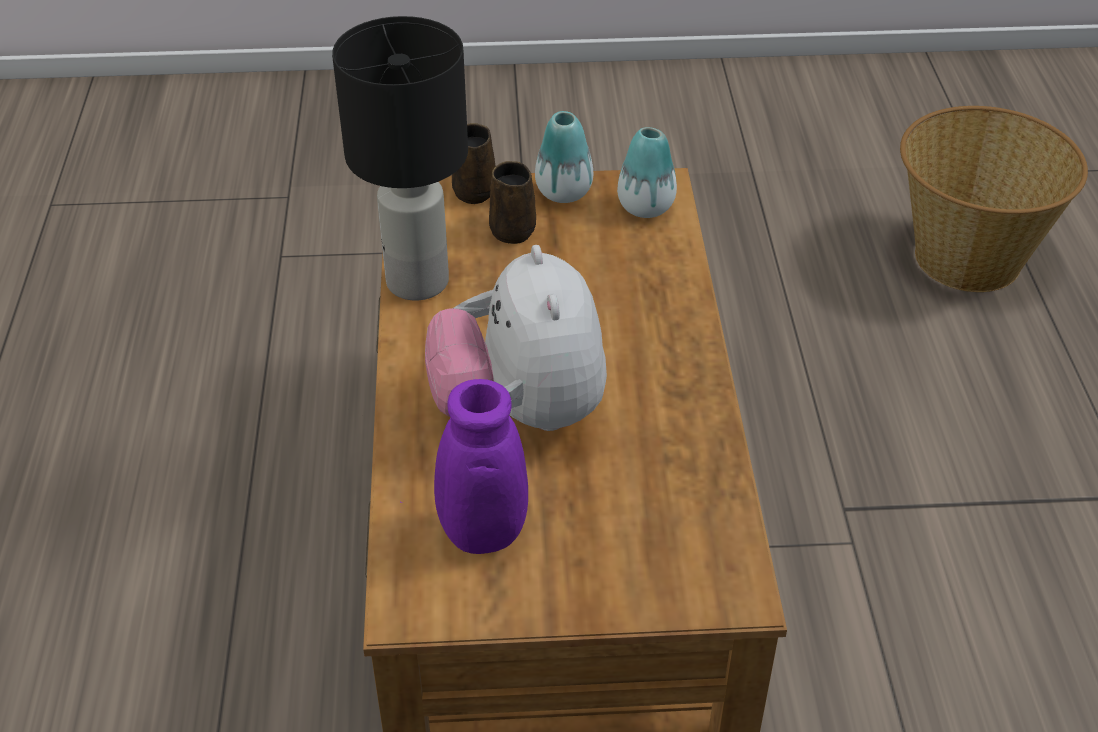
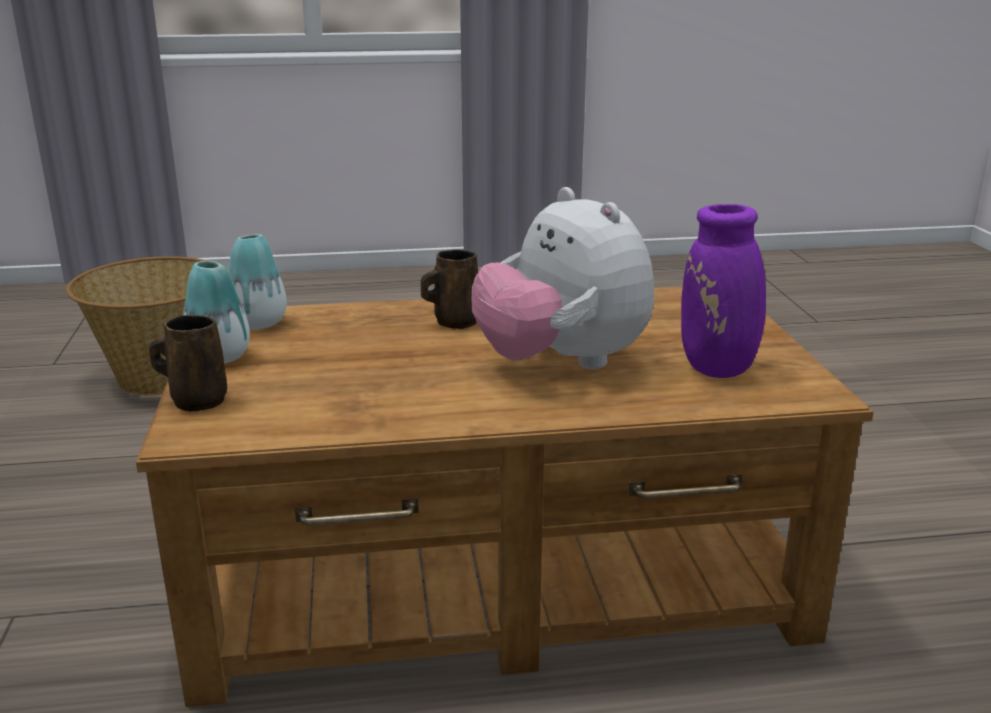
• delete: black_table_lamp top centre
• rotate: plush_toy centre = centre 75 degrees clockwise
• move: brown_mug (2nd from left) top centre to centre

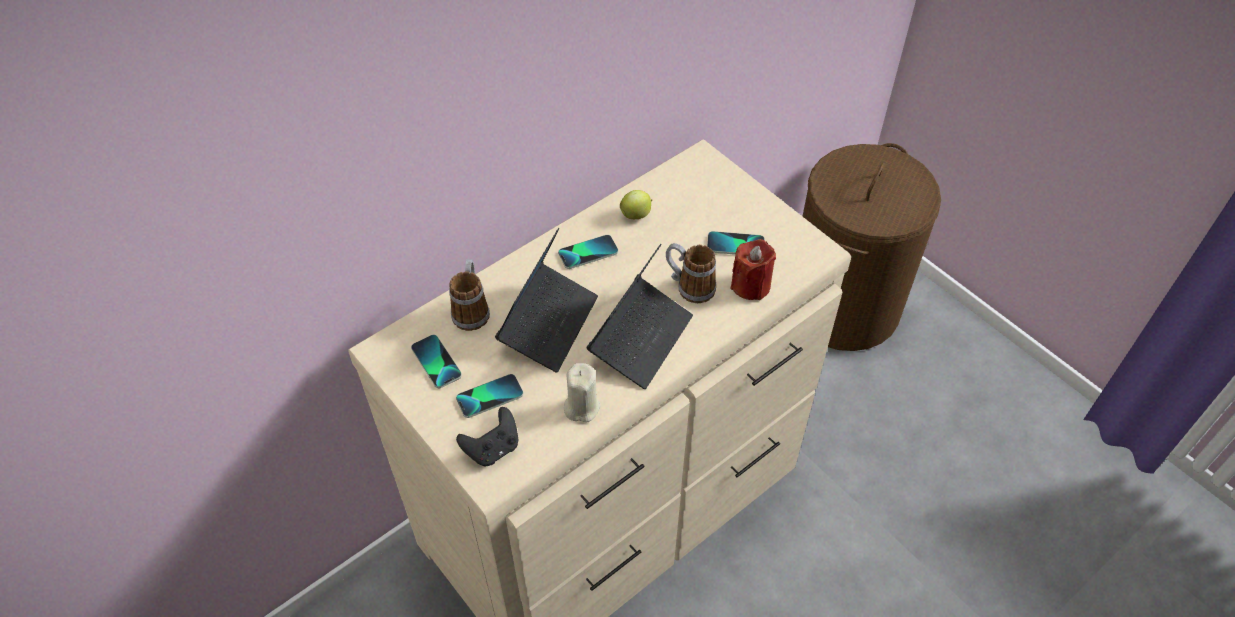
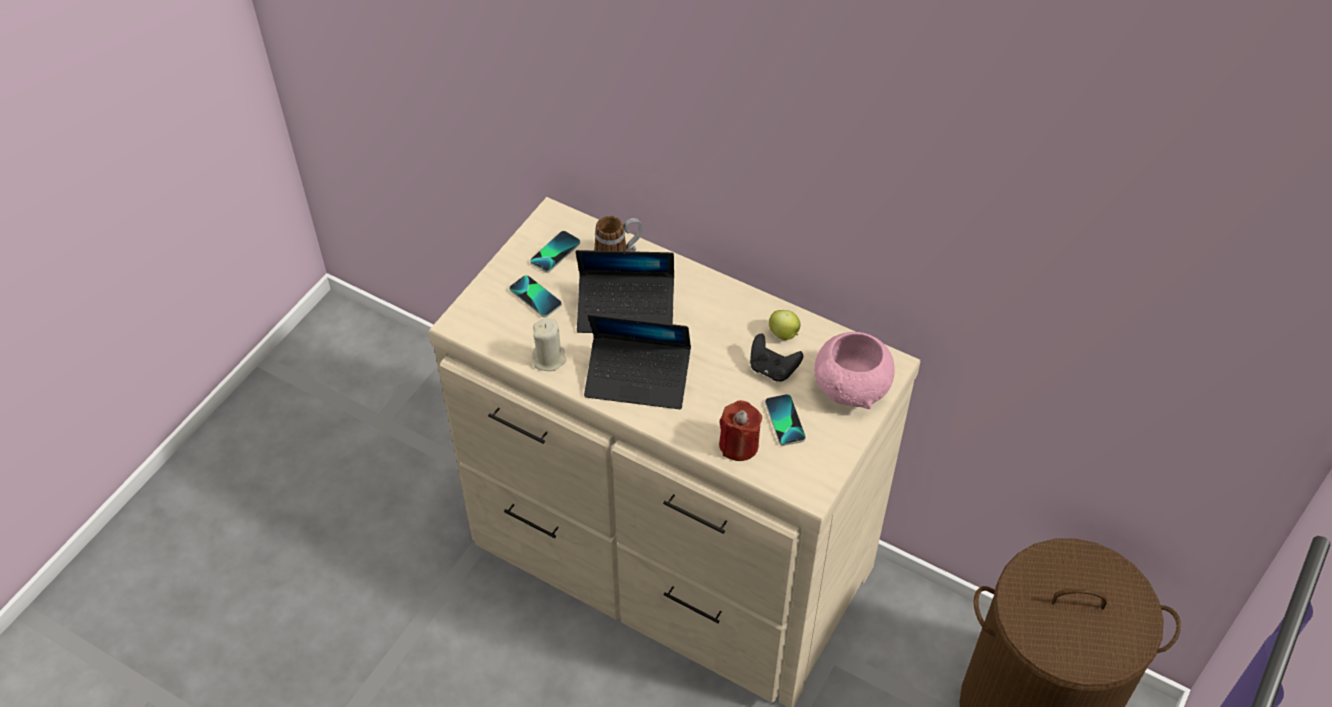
• move: black_game_controller bottom centre to centre
• delete: phone (3rd from left) centre
• delete: mug (2nd from left) centre
• insert: pink_bowl centre

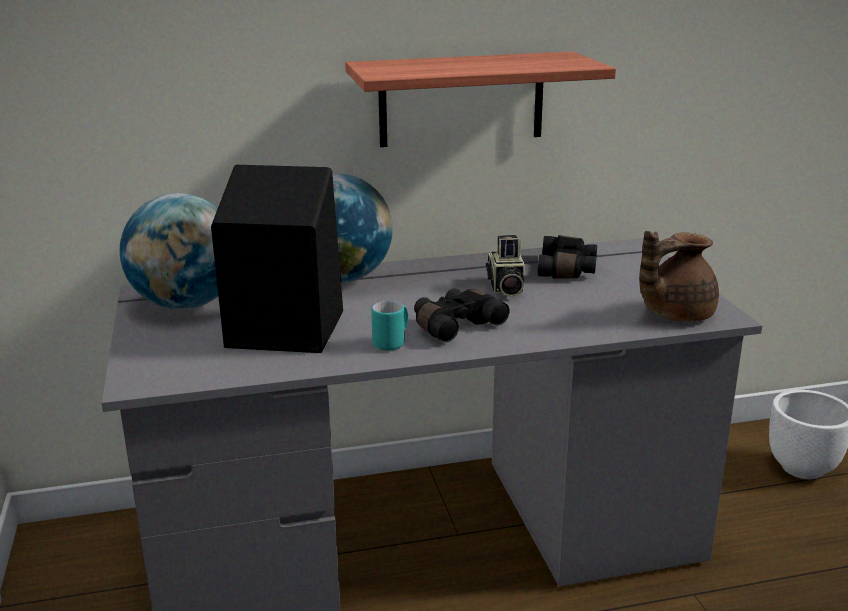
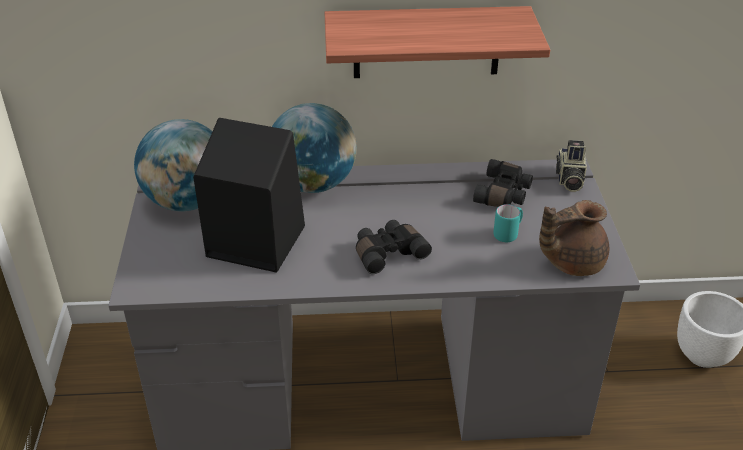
• move: turquoise_mug centre to middle right
• move: photo_camera centre to middle right

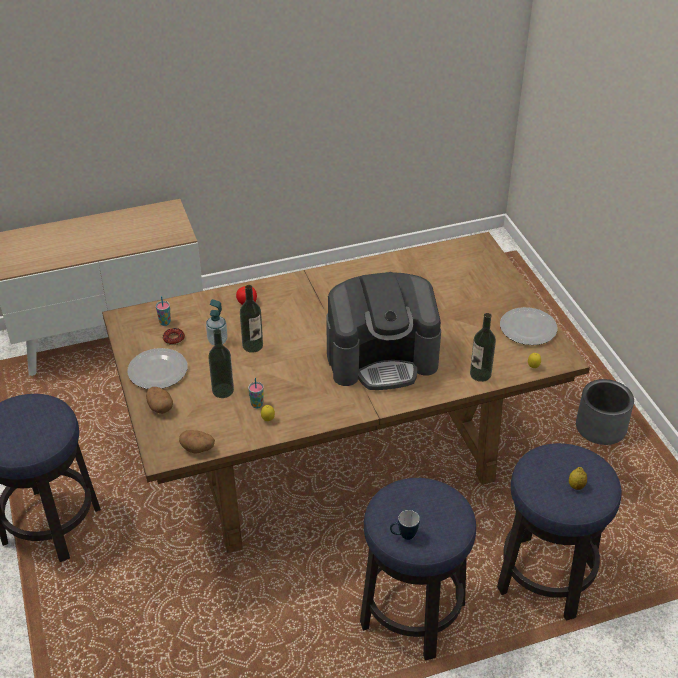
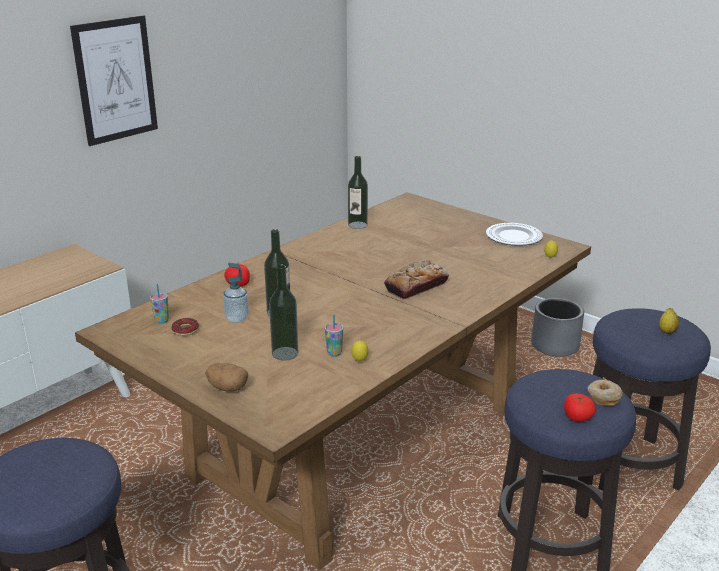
• delete: plate (1st from left) middle left
• delete: potato (2nd from left) middle left
• replace: coffee_machine centre to bread centre
• replace: mug bottom centre to tomato (2nd from left) bottom right
• move: bottle (3rd from left) middle right to centre
• insert: picture top left
• insert: donut (2nd from left) bottom right

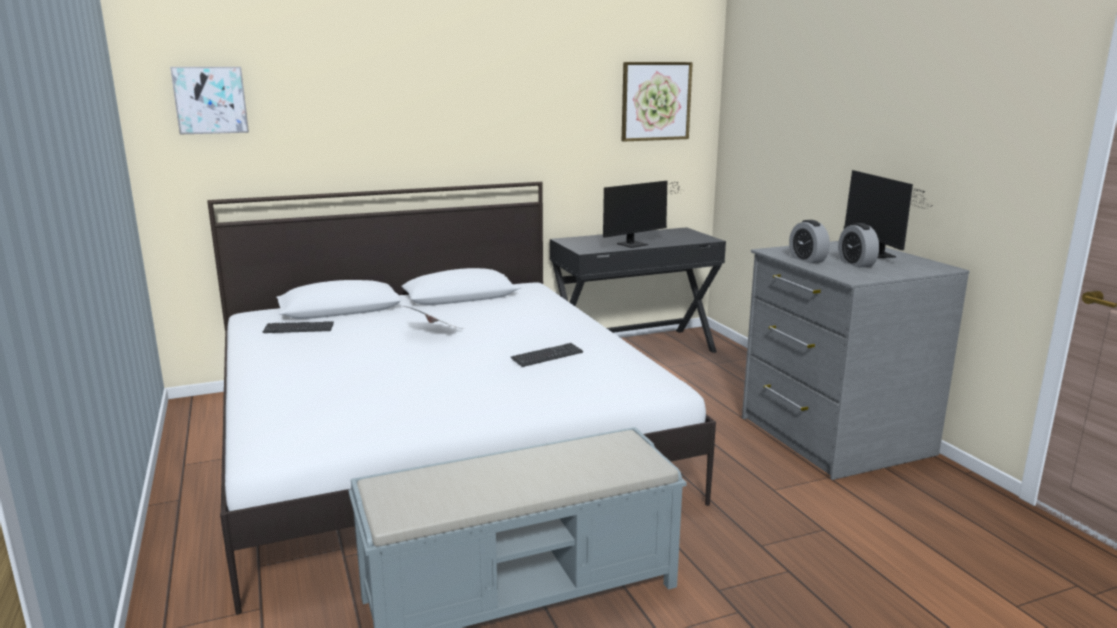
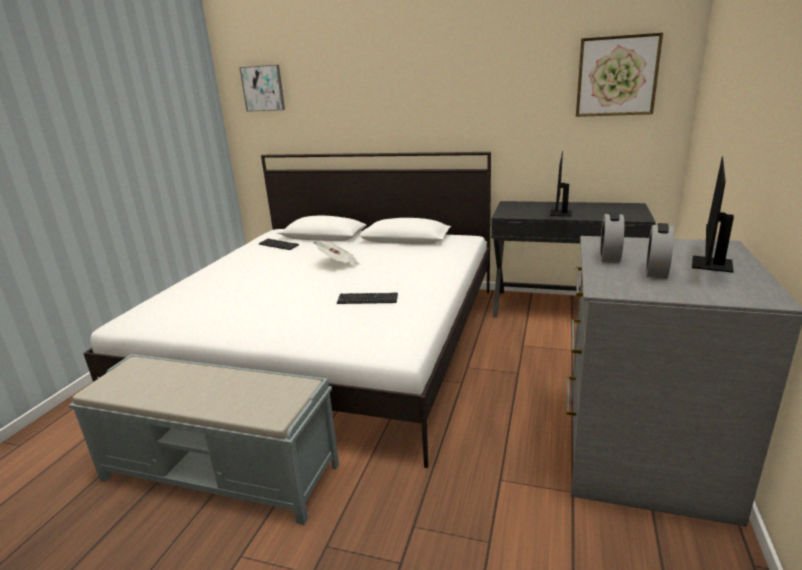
• rotate: monitor (1st from left) centre = top right 105 degrees clockwise

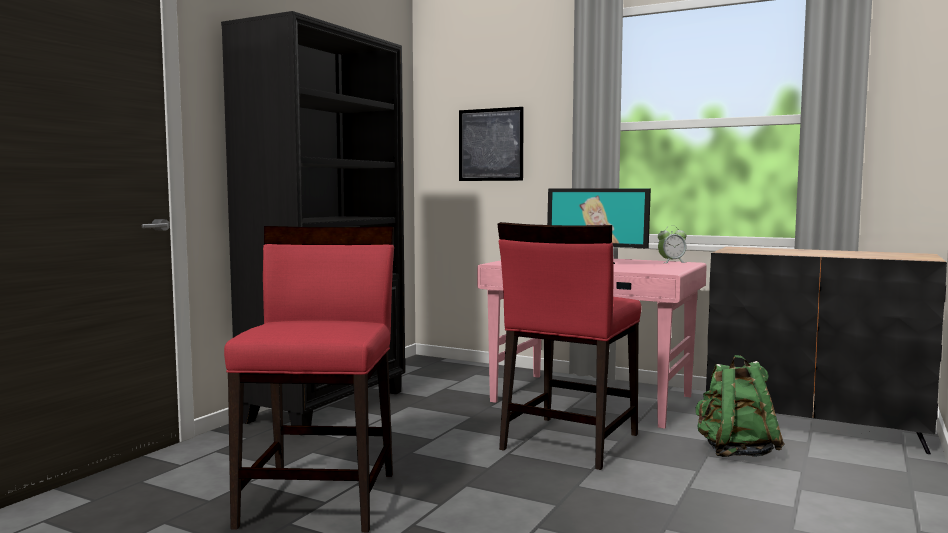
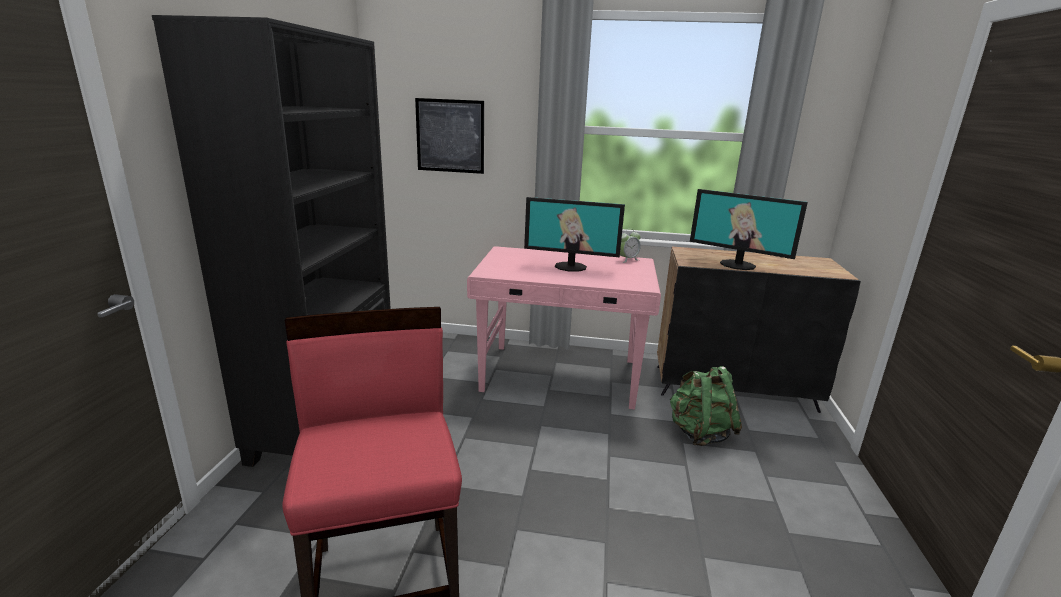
• delete: red_chair (2nd from left) centre
• insert: monitor (2nd from left) middle right

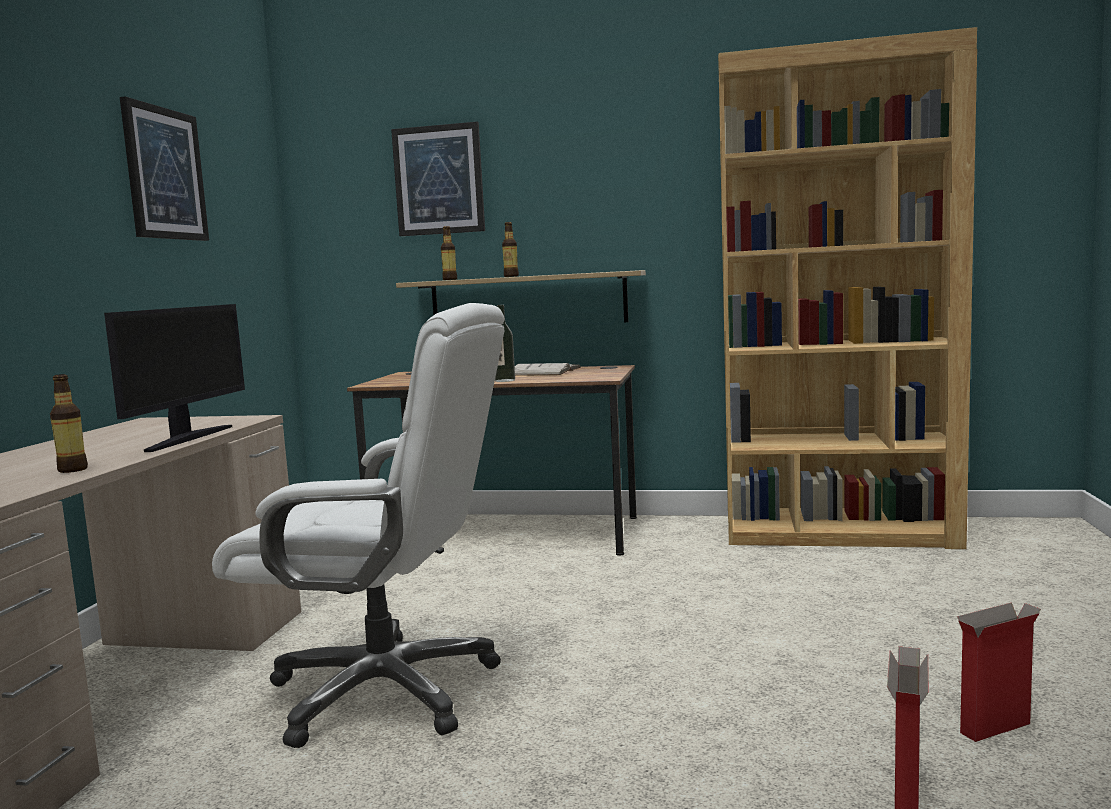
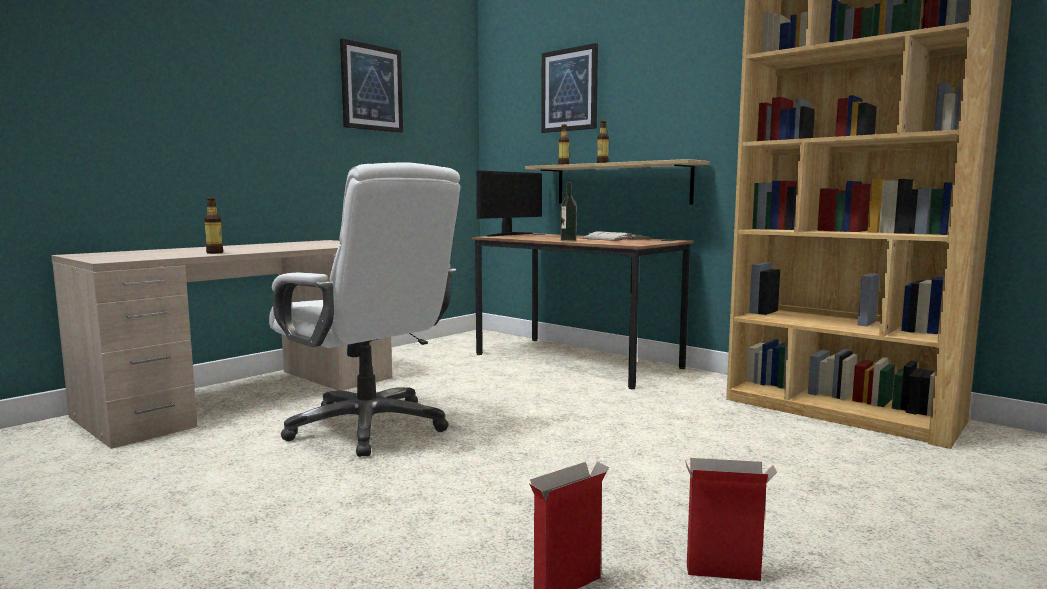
• move: monitor middle left to centre

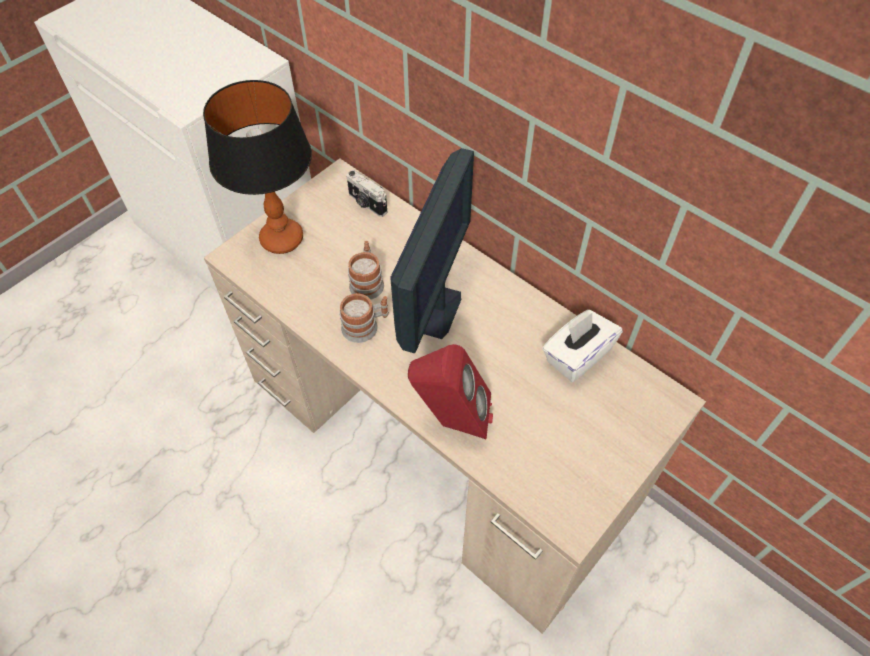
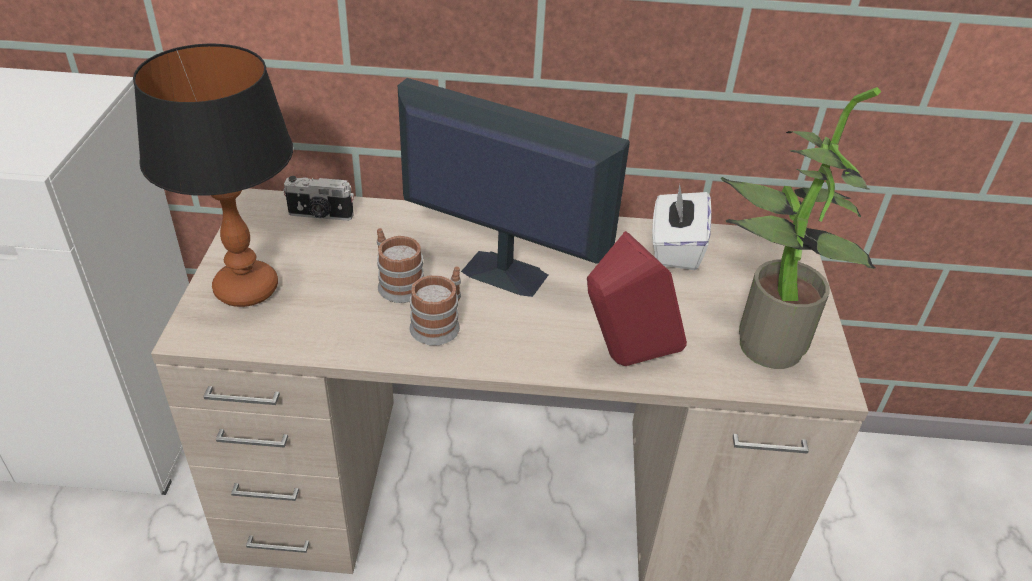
• rotate: monitor centre = top centre 45 degrees counterclockwise
• insert: potted_plant middle right

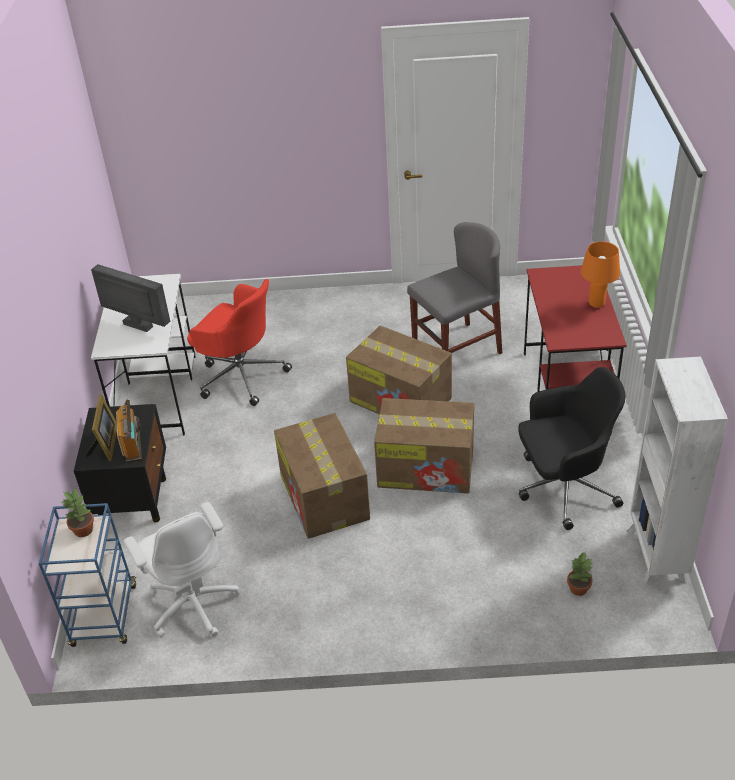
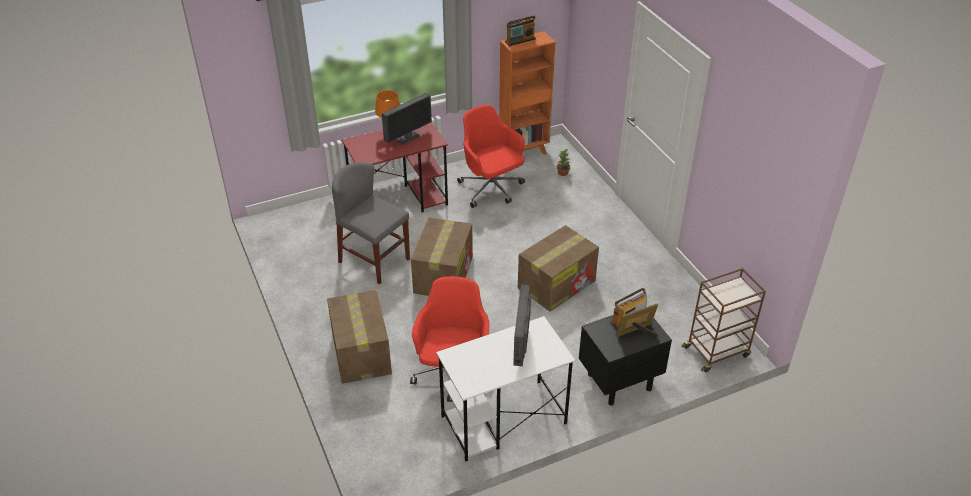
• recolor: blue_cart bottom left to brown_cart middle right
• delete: potted_plant (1st from left) middle left
• delete: white_office_chair bottom left
• move: cardboard_box (3rd from left in the first image) centre to cardboard_box (1st from left) bottom centre
• recolor: black_office_chair middle right to red_office_chair (2nd from left) top centre
• recolor: white_bookcase middle right to orange_bookcase top centre
• insert: monitor (1st from left) top centre
• insert: radio (1st from left) top centre

